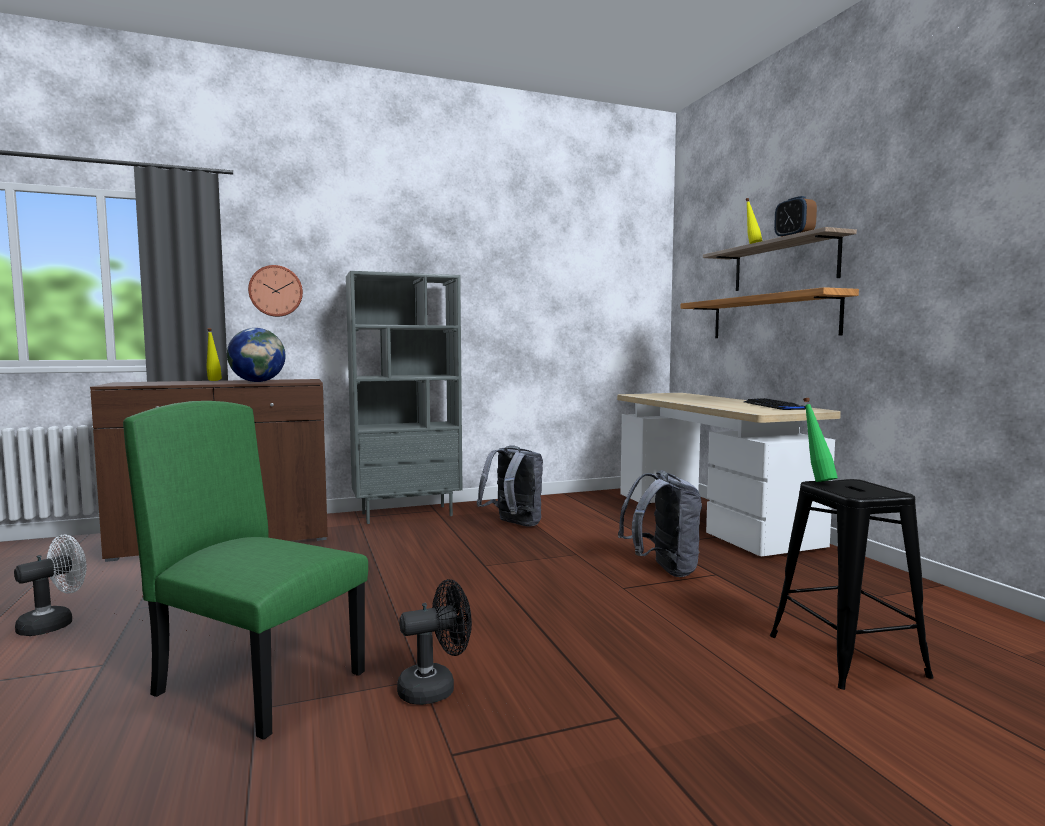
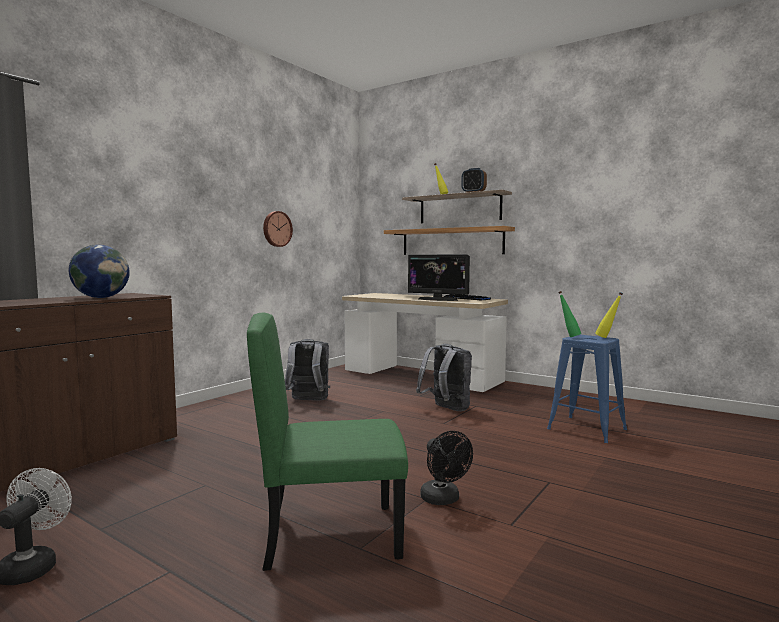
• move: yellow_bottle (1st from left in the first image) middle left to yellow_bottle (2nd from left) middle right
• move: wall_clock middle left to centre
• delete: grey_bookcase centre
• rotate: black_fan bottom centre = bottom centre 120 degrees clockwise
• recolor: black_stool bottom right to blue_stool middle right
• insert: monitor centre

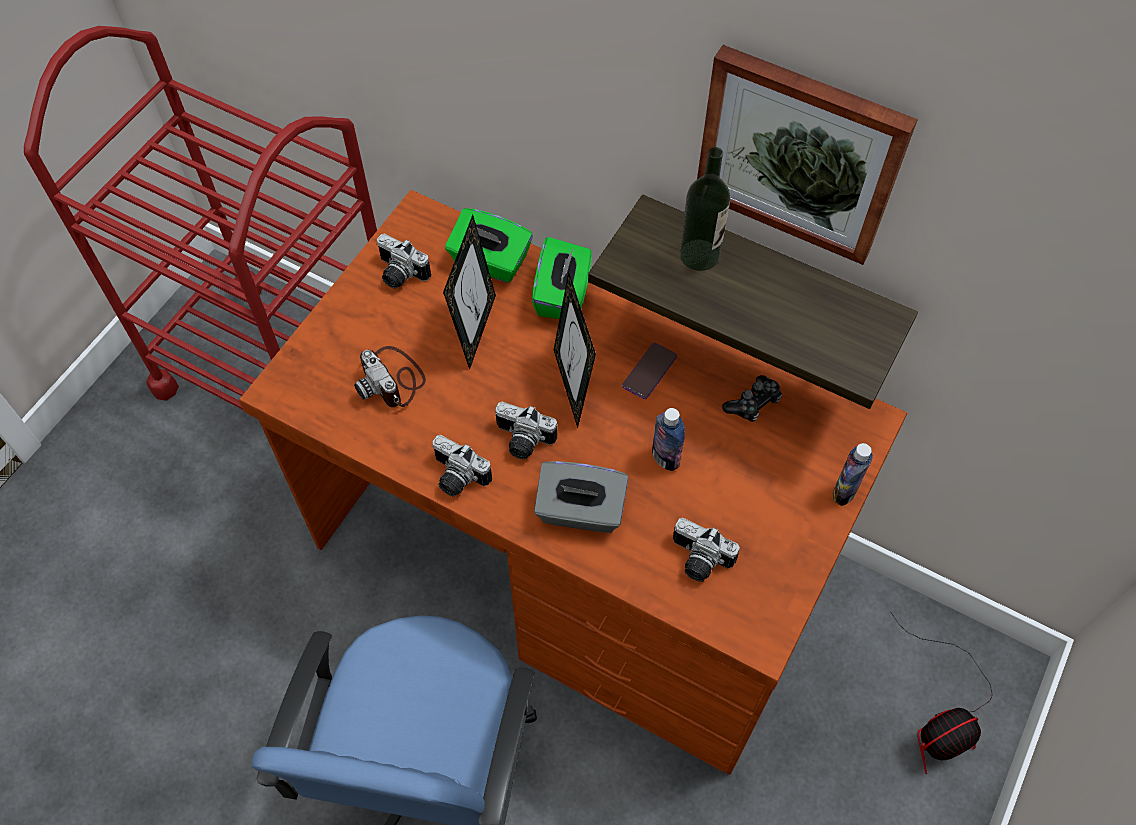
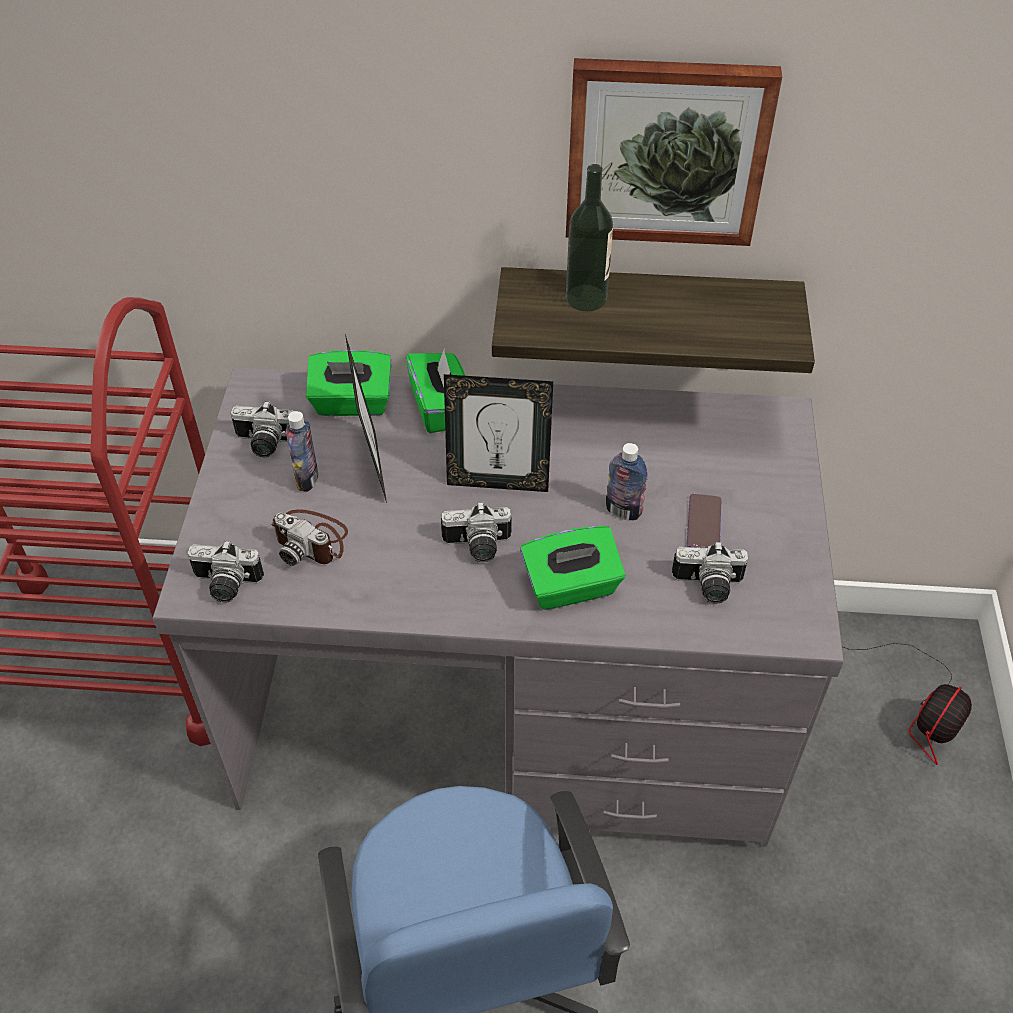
• recolor: brown_desk centre to grey_desk centre
• move: photo_camera (3rd from left in the first image) centre to photo_camera (1st from left) middle left
• recolor: grey_tissue_box centre to green_tissue_box (3rd from left) centre
• rotate: picture_frame (2nd from left) centre = centre 45 degrees counterclockwise
• move: phone centre to middle right
• delete: game_controller centre
• move: bottle (3rd from left in the first image) middle right to bottle (1st from left) middle left

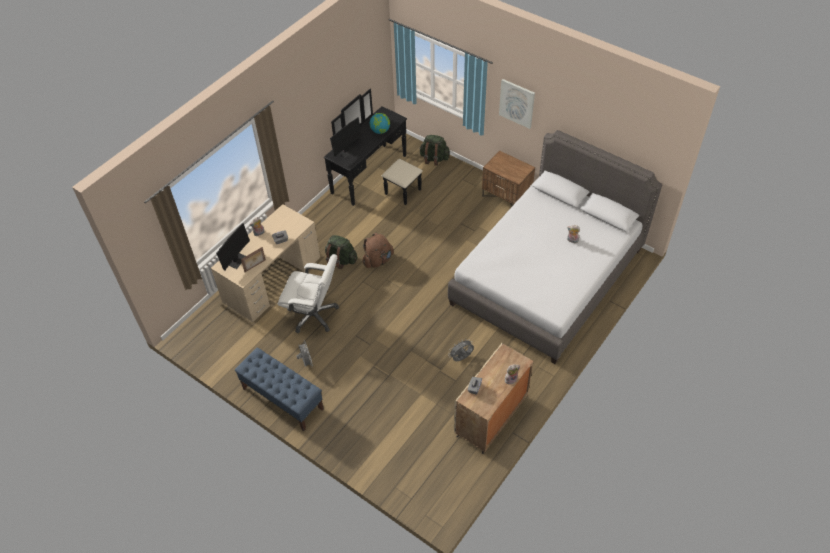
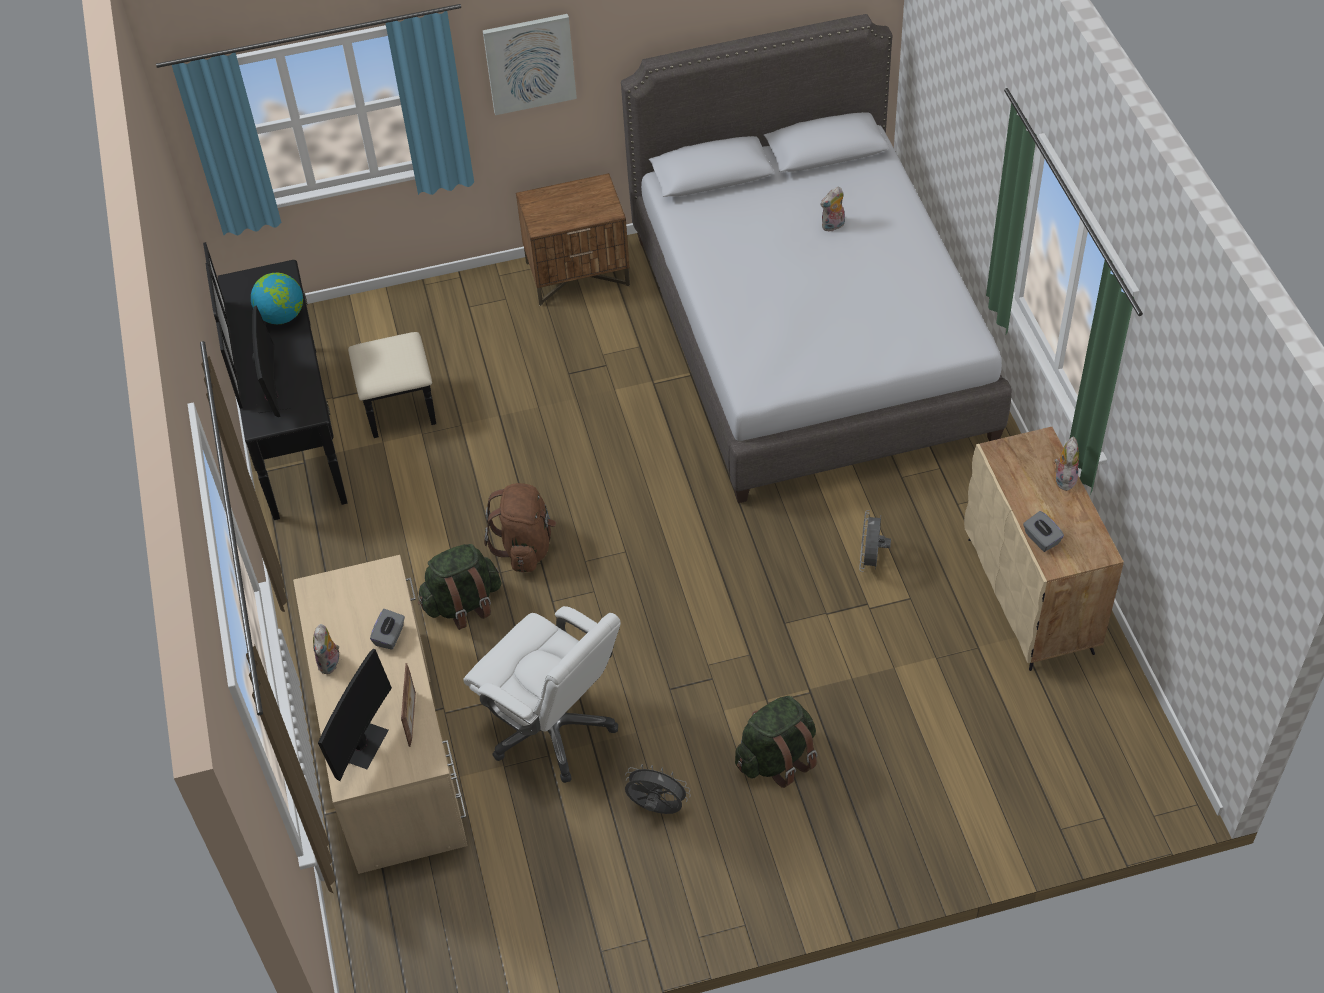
• rotate: monitor (1st from left in the first image) middle left = bottom left 45 degrees clockwise
• delete: blue_bench bottom centre
• rotate: white_office_chair centre = bottom centre 75 degrees clockwise
• move: green_backpack (2nd from left) top centre to bottom centre

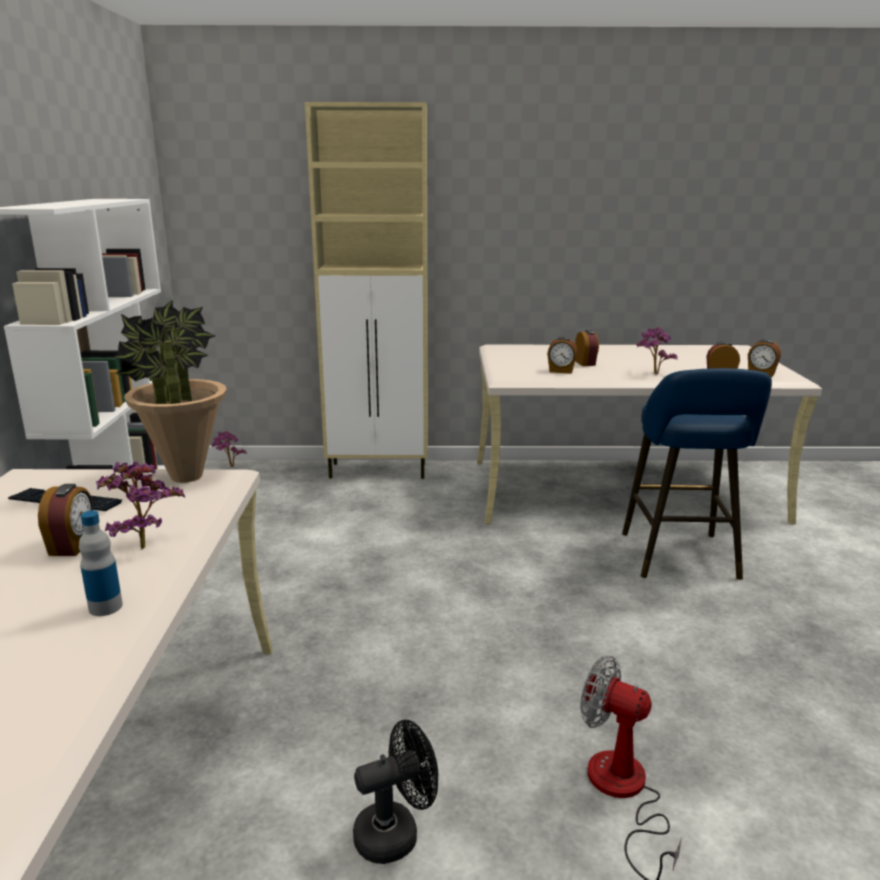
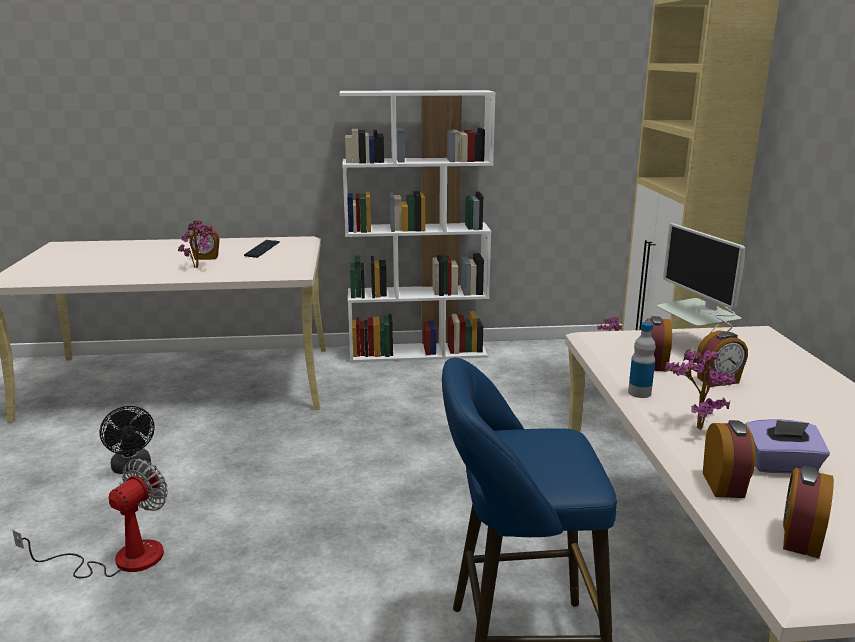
• move: bottle middle left to middle right
• delete: potted_plant (2nd from left) middle left
• insert: monitor middle right
• insert: purple_tissue_box bottom right

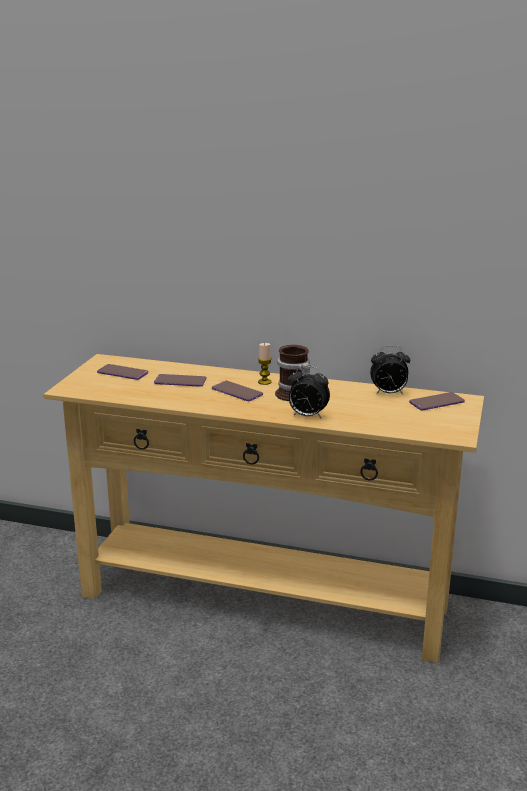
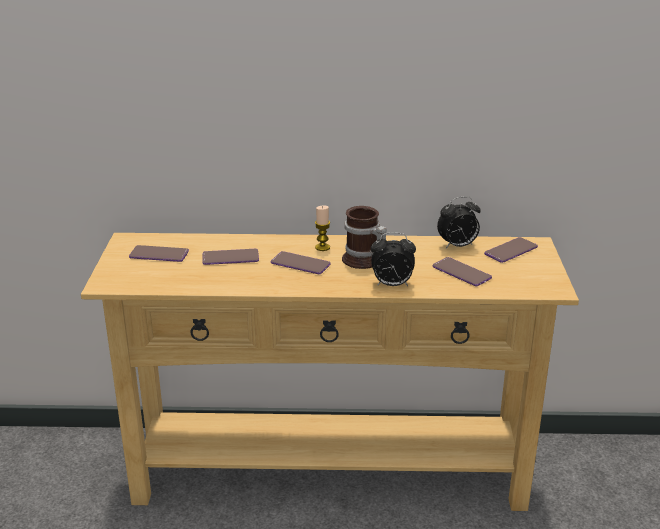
• insert: phone (4th from left) middle right

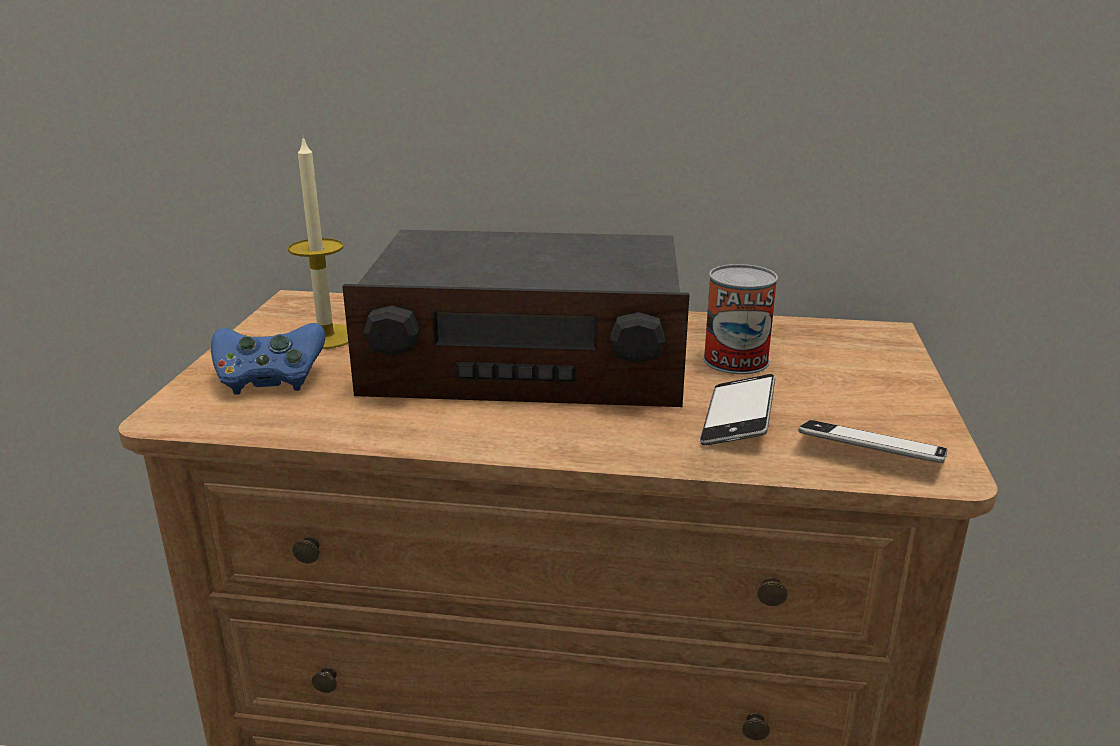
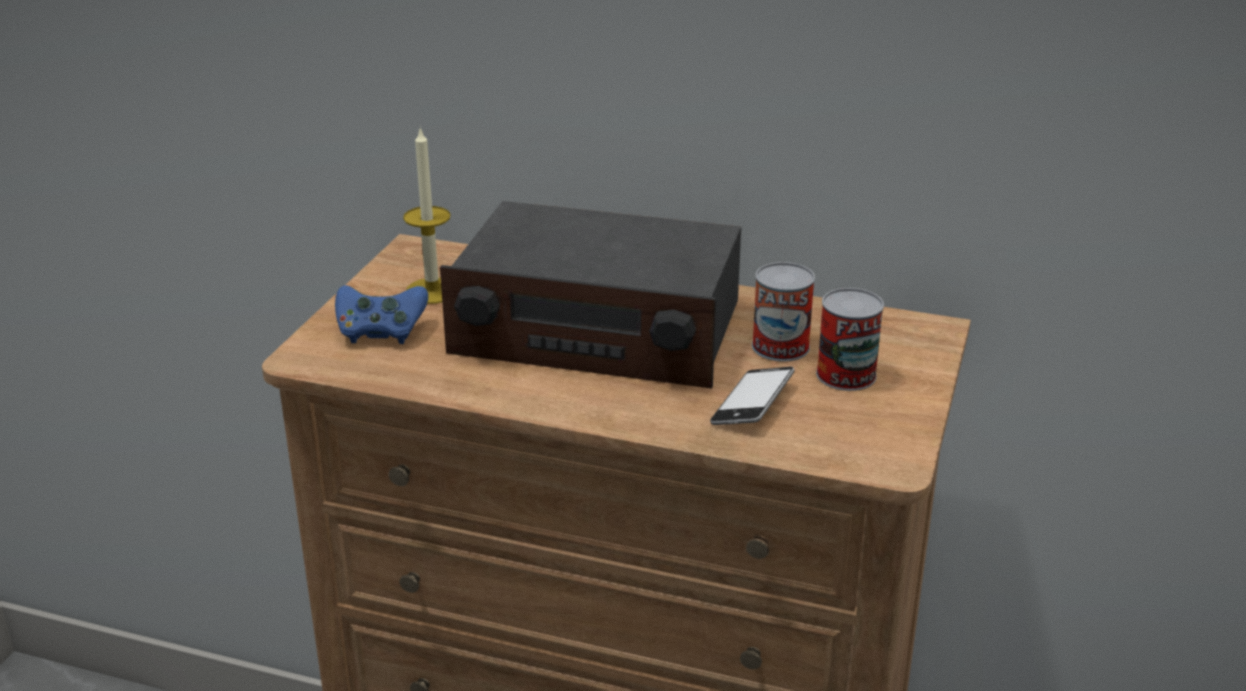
• delete: phone (2nd from left) middle right
• insert: can (2nd from left) middle right

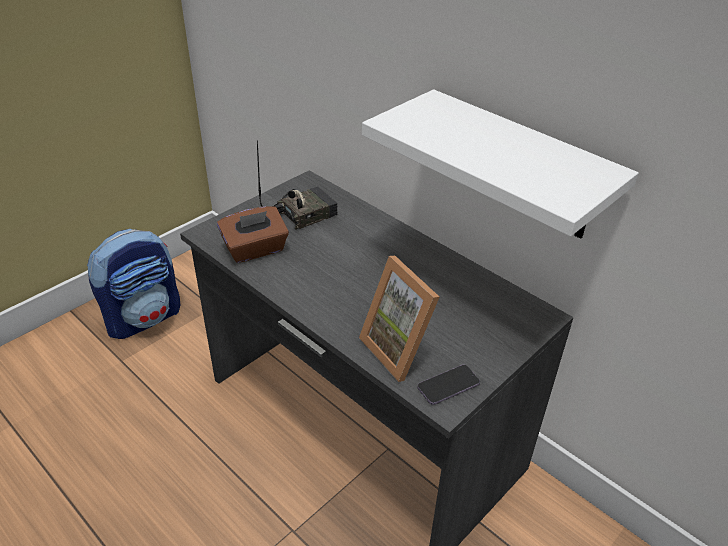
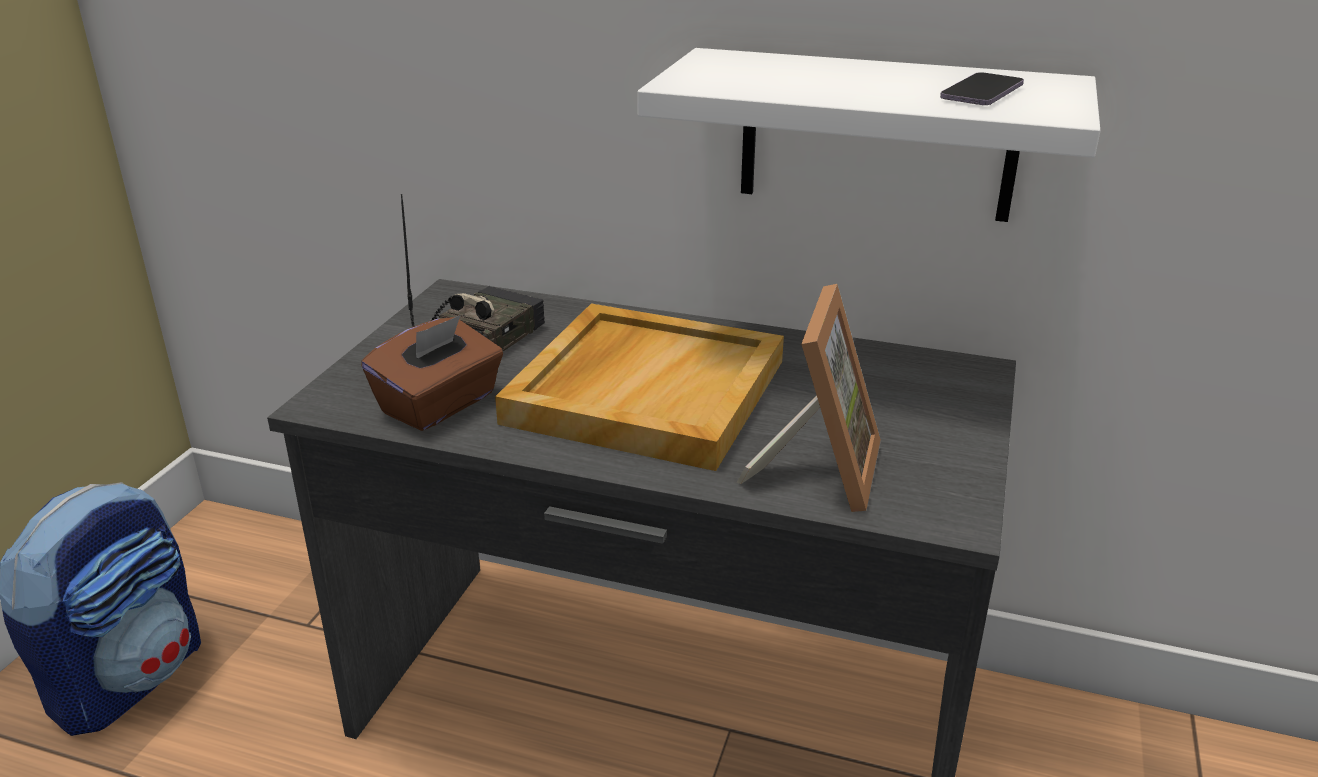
• rotate: picture_frame centre = centre 105 degrees counterclockwise
• move: phone bottom centre to top right
• insert: beige_tray centre

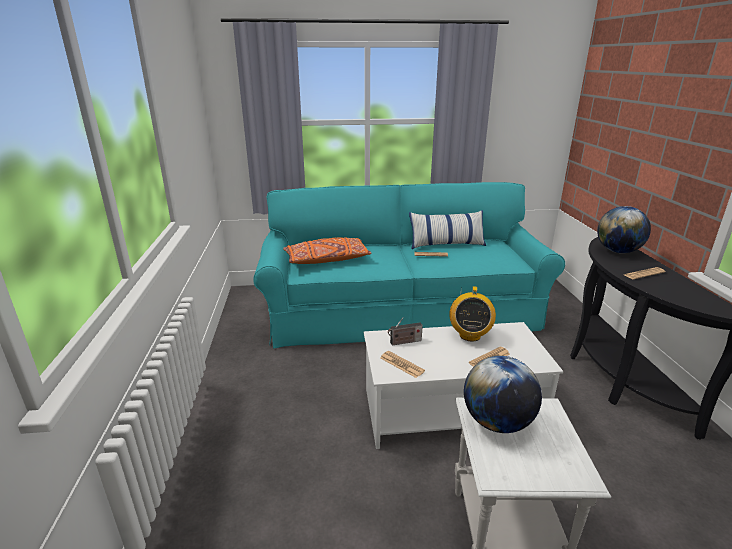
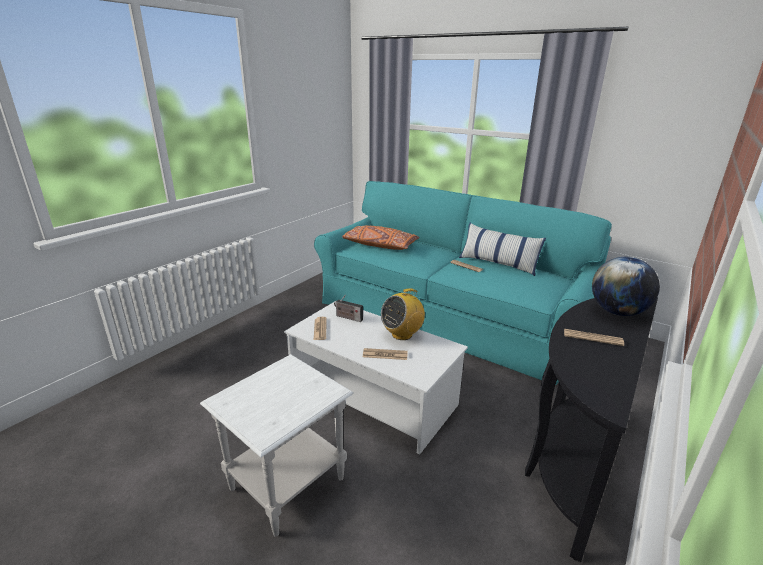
• delete: globe (1st from left) bottom right

